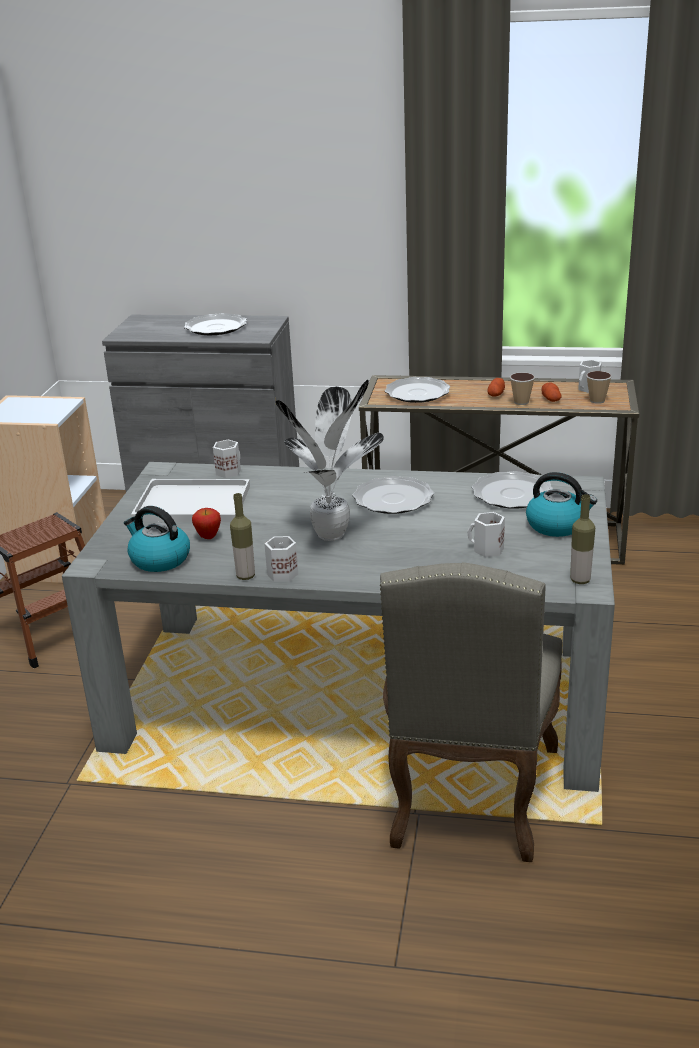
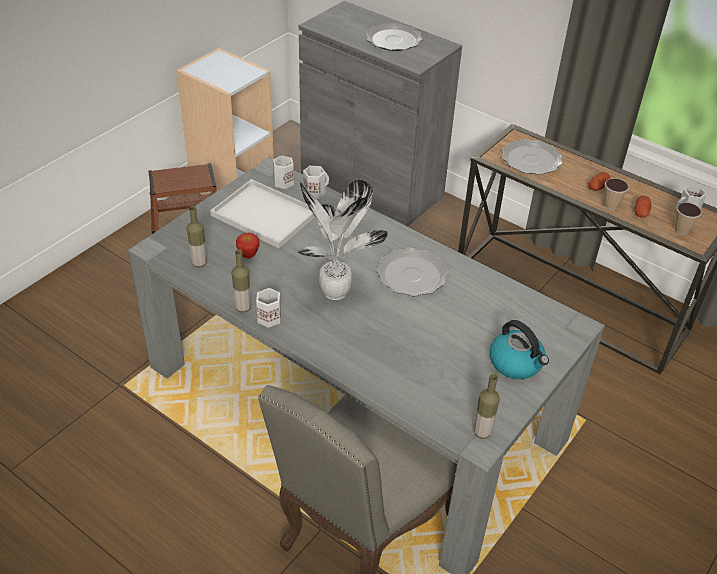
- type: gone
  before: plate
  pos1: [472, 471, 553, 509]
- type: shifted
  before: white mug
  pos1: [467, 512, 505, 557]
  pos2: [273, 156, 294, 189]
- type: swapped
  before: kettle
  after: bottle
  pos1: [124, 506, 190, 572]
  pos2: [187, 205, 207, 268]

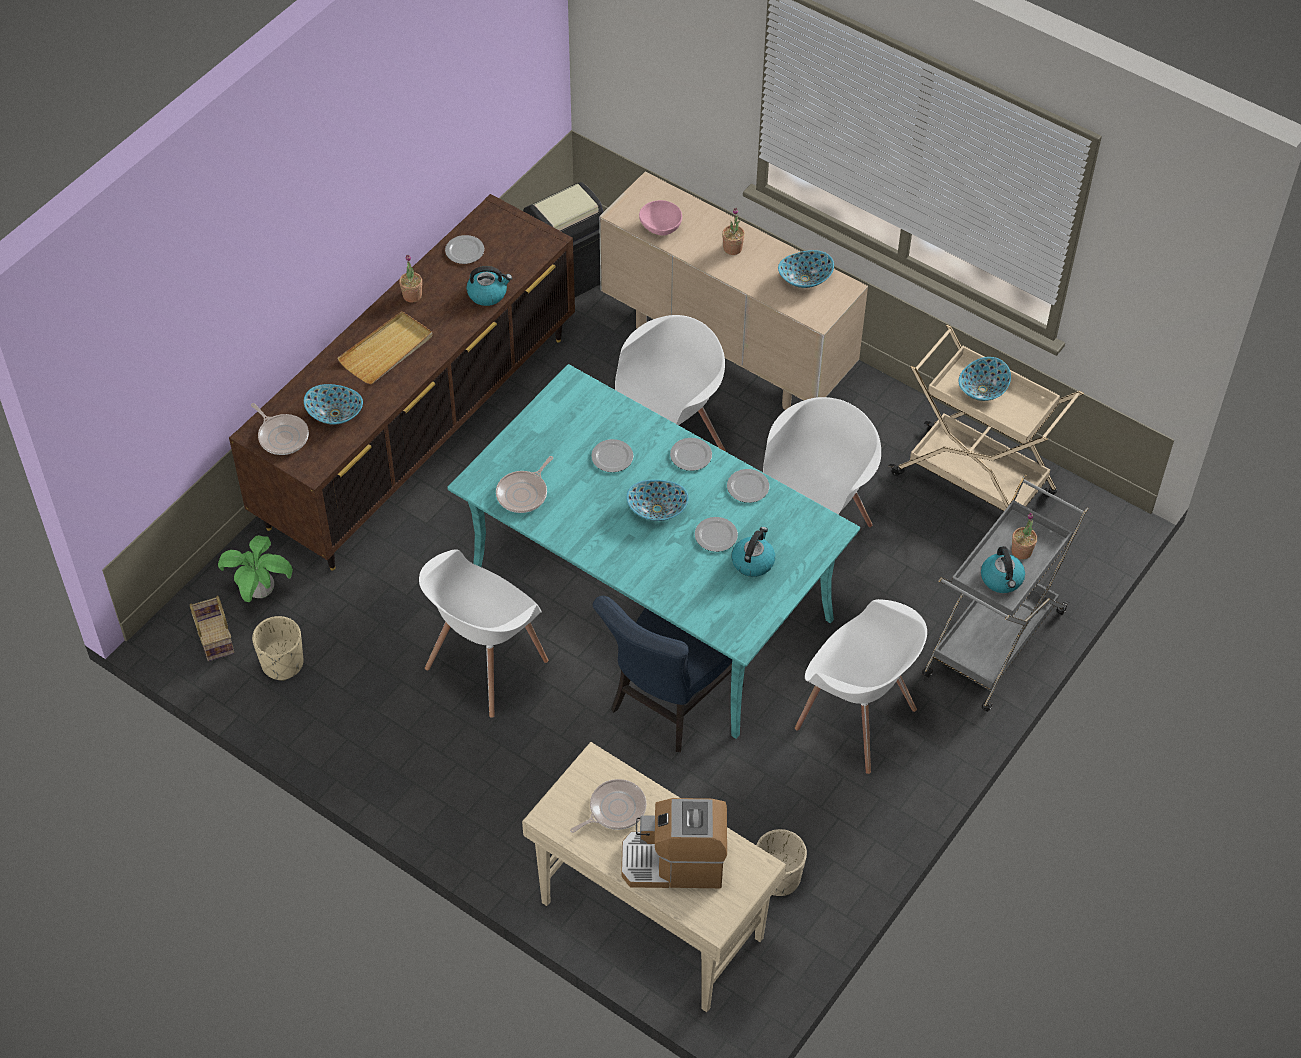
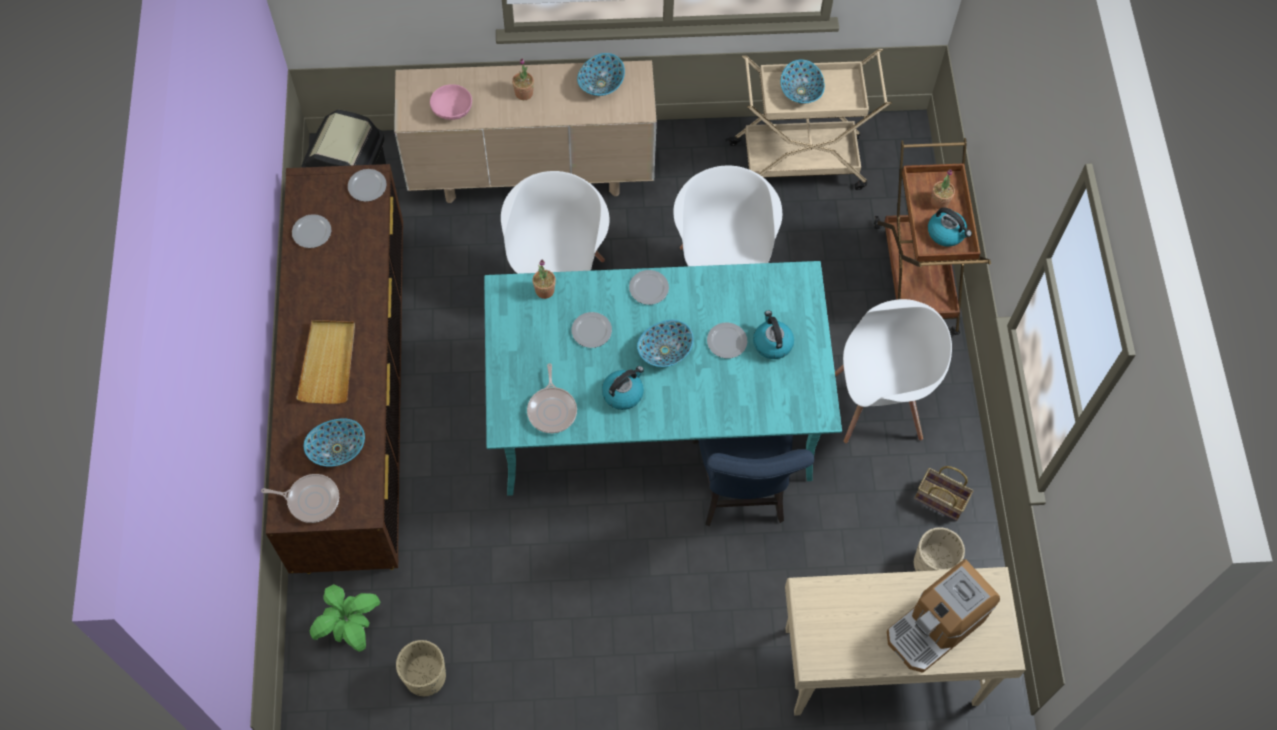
- type: gone
  before: white chair
  pos1: [419, 549, 548, 718]
- type: gone
  before: frying pan
  pos1: [570, 779, 647, 833]
- type: shifted
  before: basket
  pos1: [190, 596, 234, 661]
  pos2: [914, 466, 974, 521]
- type: shifted
  before: potted plant
  pos1: [399, 255, 422, 303]
  pos2: [532, 260, 556, 299]
- type: shifted
  before: kettle
  pos1: [466, 266, 512, 306]
  pos2: [602, 366, 644, 410]
- type: shifted
  before: plate
  pos1: [727, 469, 769, 503]
  pos2: [348, 169, 387, 202]
- type: repainted
  before: grey cart
  after: brown cart
  pos1: [922, 474, 1089, 712]
  pos2: [874, 138, 991, 335]

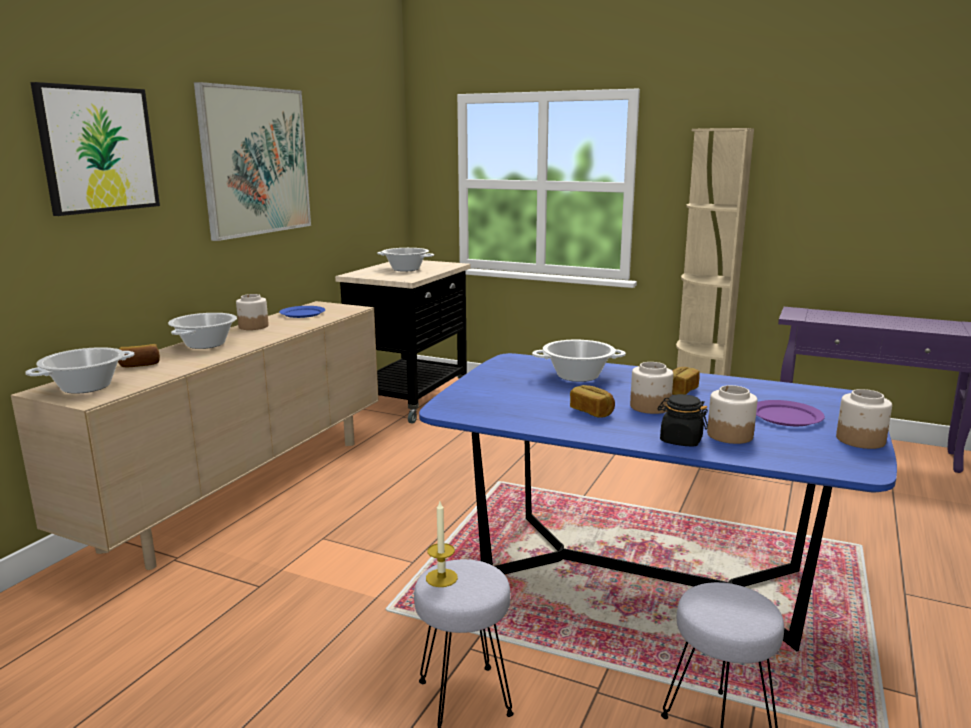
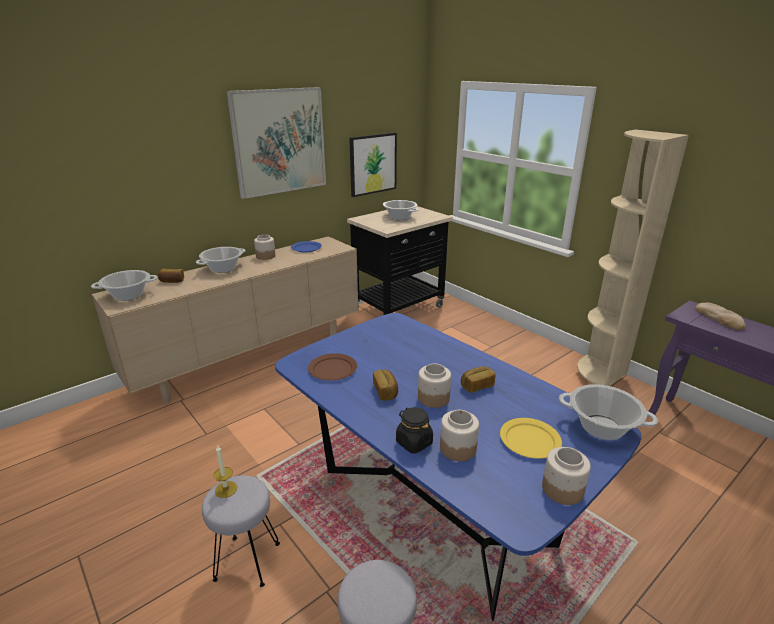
- type: new
  after: brown plate
  pos2: [308, 353, 357, 380]
- type: new
  after: bread
  pos2: [695, 303, 746, 330]
- type: shifted
  before: picture
  pos1: [30, 82, 160, 216]
  pos2: [349, 133, 397, 197]
- type: shifted
  before: cooking pot
  pos1: [532, 340, 626, 382]
  pos2: [559, 384, 658, 440]
- type: repainted
  before: purple plate
  after: yellow plate
  pos1: [756, 400, 825, 426]
  pos2: [500, 418, 562, 459]

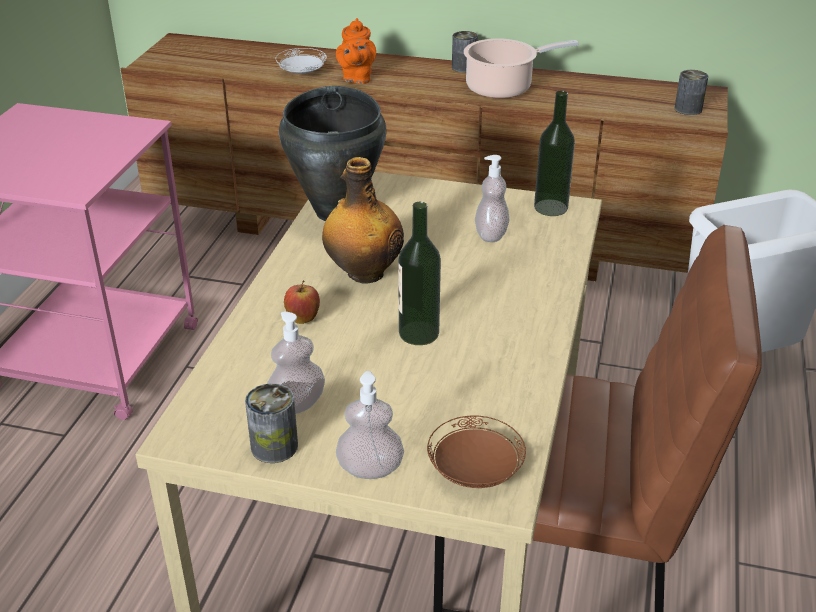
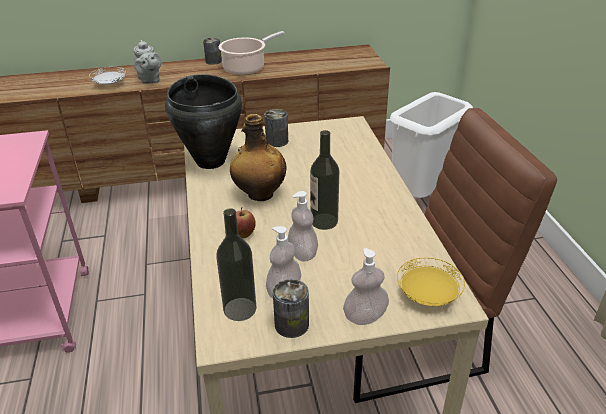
- type: shifted
  before: soap dispenser
  pos1: [475, 155, 509, 242]
  pos2: [288, 191, 318, 262]
- type: shifted
  before: bottle
  pos1: [534, 90, 575, 216]
  pos2: [216, 208, 257, 321]
- type: shifted
  before: can
  pos1: [675, 70, 708, 115]
  pos2: [264, 109, 288, 147]
- type: repainted
  before: orange teapot
  after: grey teapot
  pos1: [336, 18, 376, 84]
  pos2: [133, 40, 161, 84]
- type: repainted
  before: brown plate
  after: yellow plate
  pos1: [427, 415, 526, 488]
  pos2: [397, 258, 465, 306]

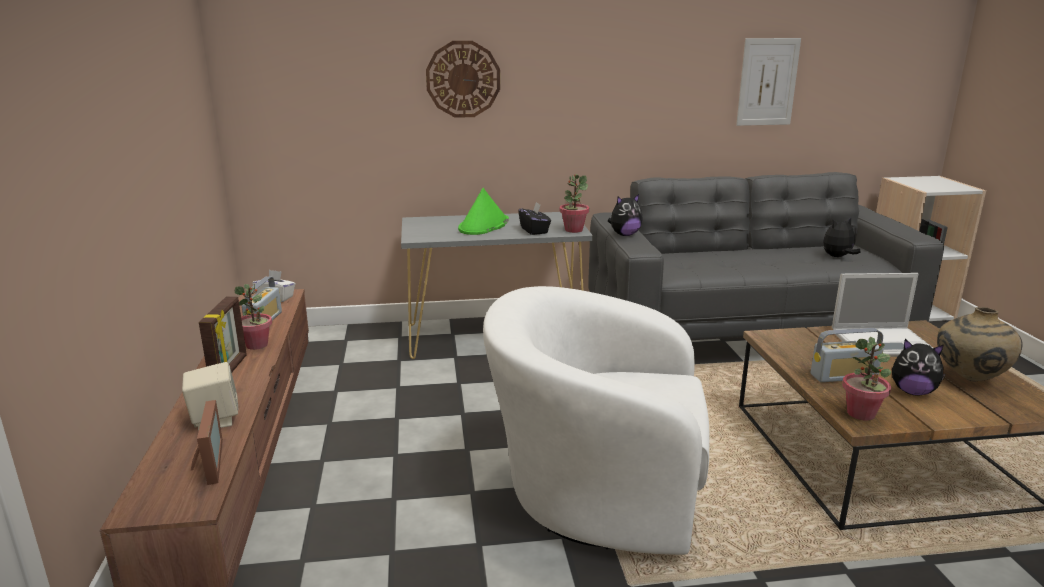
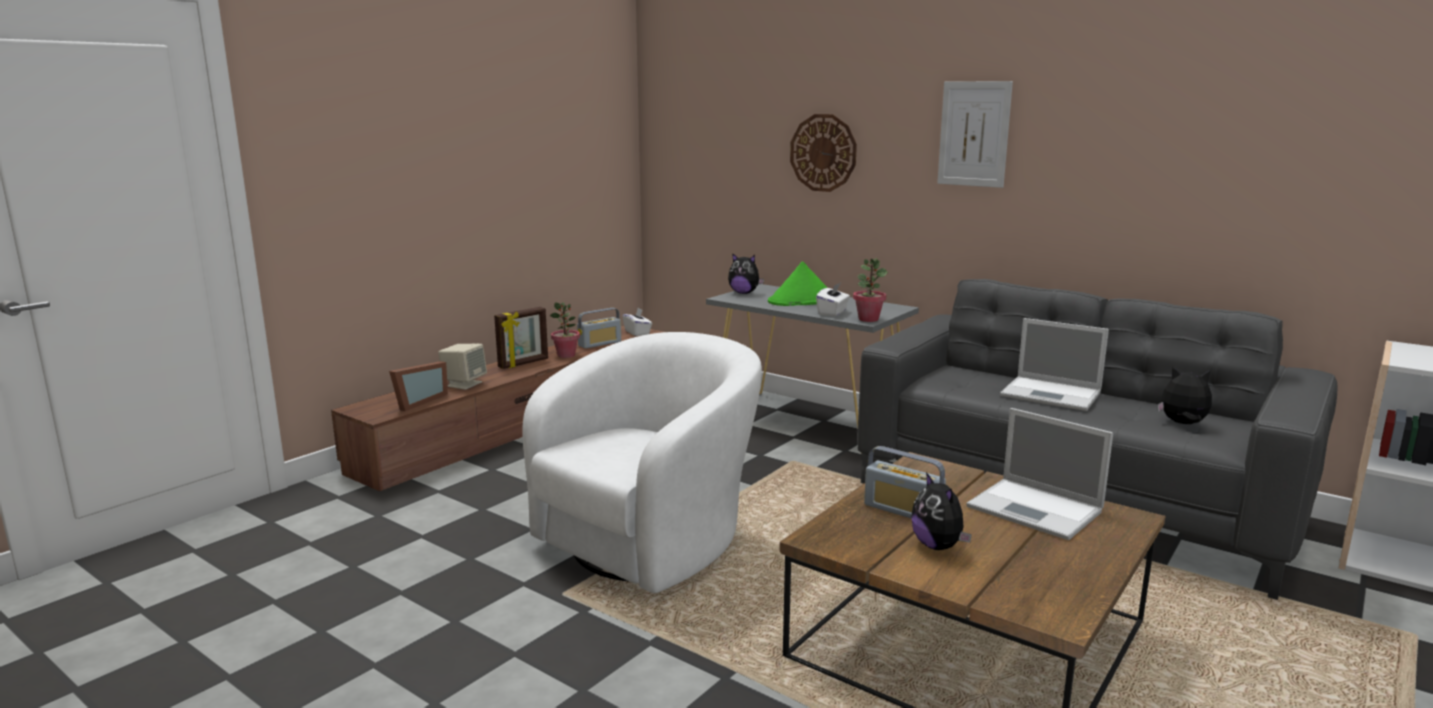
- type: gone
  before: potted plant
  pos1: [842, 337, 891, 420]
- type: gone
  before: beige vase
  pos1: [937, 307, 1023, 382]
- type: new
  after: laptop
  pos2: [1000, 318, 1109, 411]
- type: shifted
  before: plush toy
  pos1: [608, 194, 643, 236]
  pos2: [728, 253, 764, 294]
- type: shifted
  before: picture
  pos1: [736, 38, 801, 126]
  pos2: [937, 81, 1013, 188]
- type: repainted
  before: black tissue box
  after: white tissue box
  pos1: [518, 202, 551, 235]
  pos2: [816, 283, 850, 316]
- type: rotated
  before: white armchair
  pos1: [483, 286, 710, 555]
  pos2: [522, 332, 762, 593]
  turn: 75

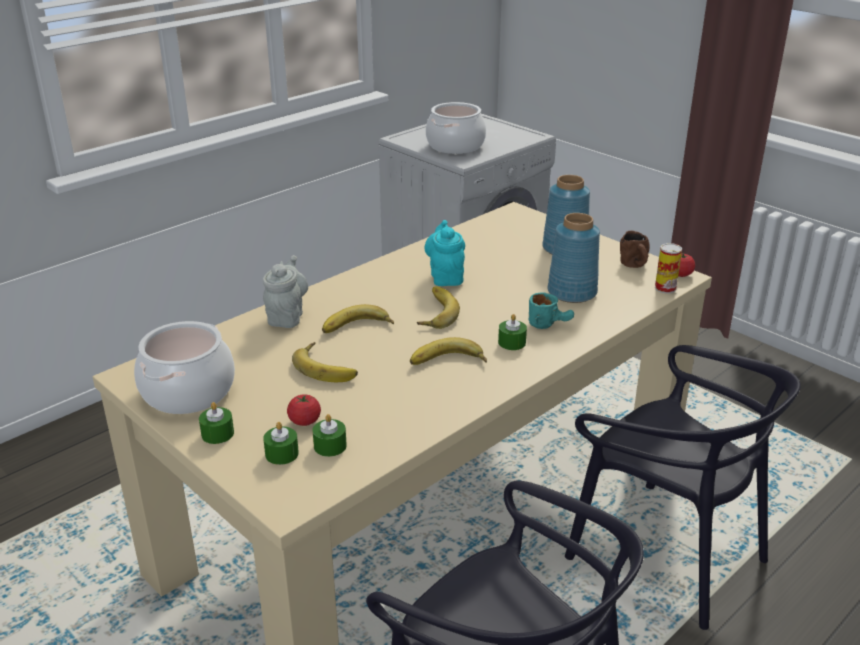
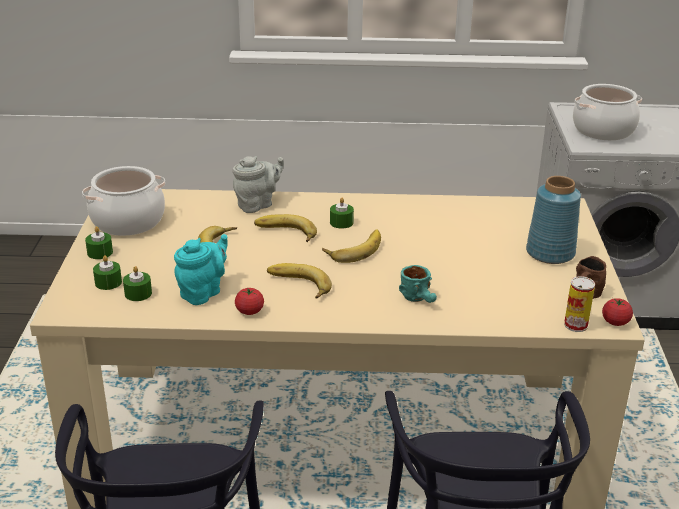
- type: gone
  before: blue vase
  pos1: [548, 213, 600, 303]
- type: shifted
  before: tomato
  pos1: [287, 394, 321, 426]
  pos2: [235, 288, 264, 315]
- type: shifted
  before: turquoise teapot
  pos1: [424, 220, 465, 286]
  pos2: [174, 234, 228, 305]
- type: shifted
  before: green candle
  pos1: [498, 314, 527, 350]
  pos2: [330, 197, 354, 229]

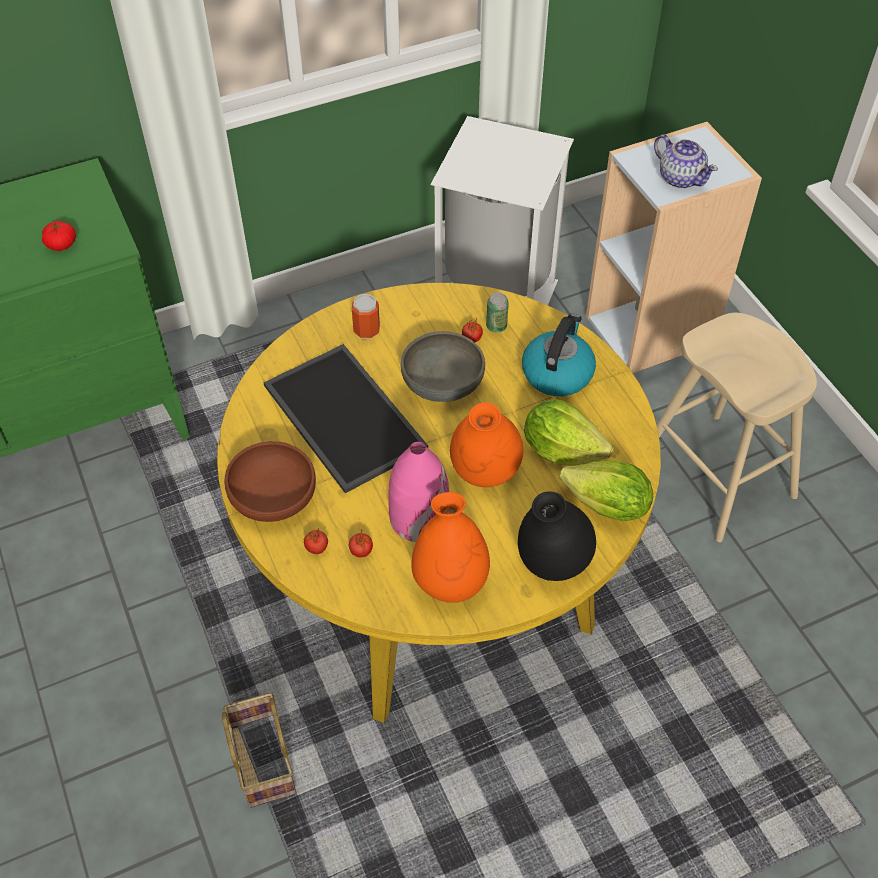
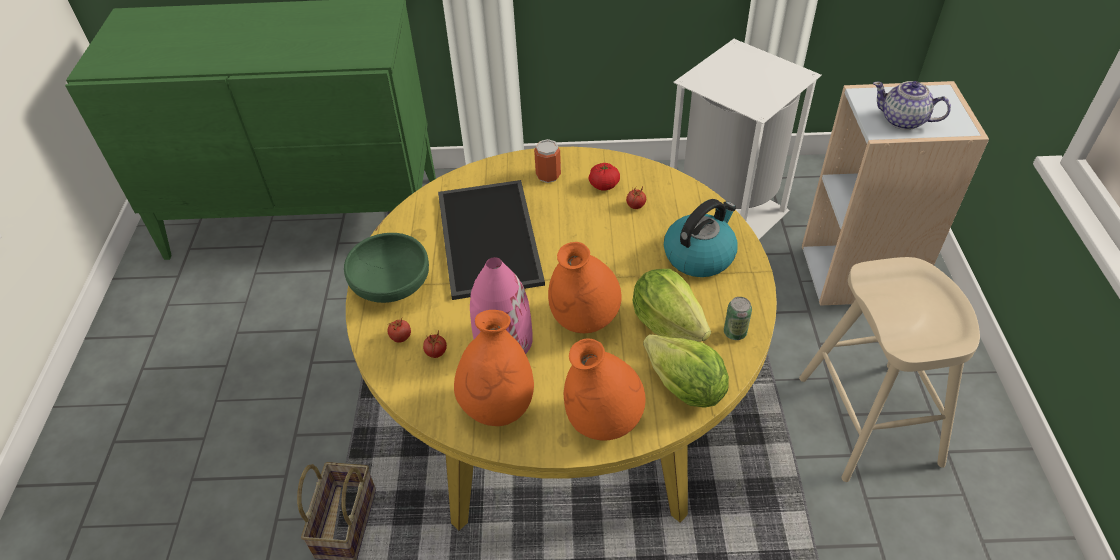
- type: gone
  before: grey bowl
  pos1: [401, 331, 485, 402]
- type: shifted
  before: tomato
  pos1: [42, 221, 76, 251]
  pos2: [589, 163, 620, 190]
- type: shifted
  before: can
  pos1: [486, 292, 509, 333]
  pos2: [724, 297, 752, 340]
- type: repainted
  before: brown bowl
  after: green bowl
  pos1: [224, 441, 316, 522]
  pos2: [344, 233, 429, 303]
- type: repainted
  before: black vase
  after: orange vase
  pos1: [518, 491, 596, 581]
  pos2: [564, 338, 646, 441]
- type: rotated
  before: teapot
  pos1: [654, 134, 718, 189]
  pos2: [873, 81, 951, 130]
  turn: 135

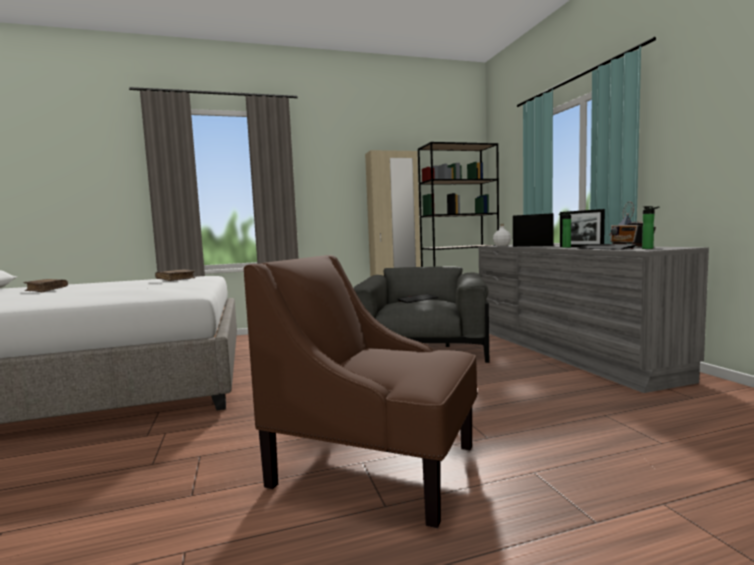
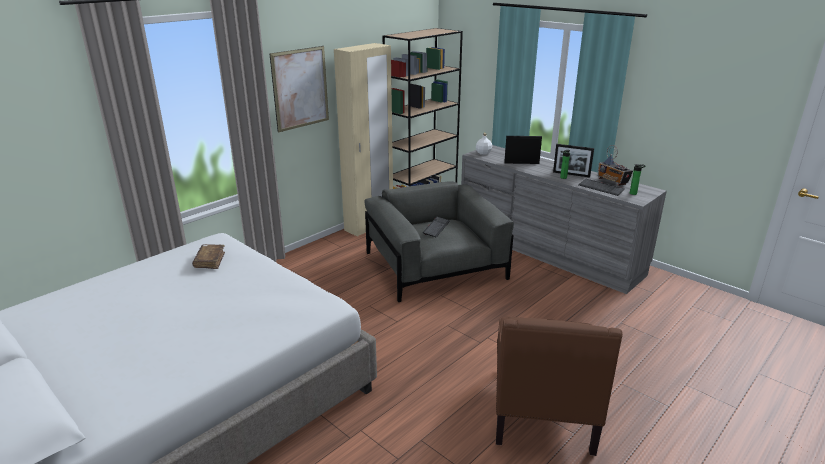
- type: gone
  before: brown book
  pos1: [24, 279, 68, 292]
- type: new
  after: picture
  pos2: [270, 46, 329, 133]
- type: rotated
  before: brown armchair
  pos1: [244, 255, 478, 529]
  pos2: [496, 317, 623, 456]
  turn: -75

